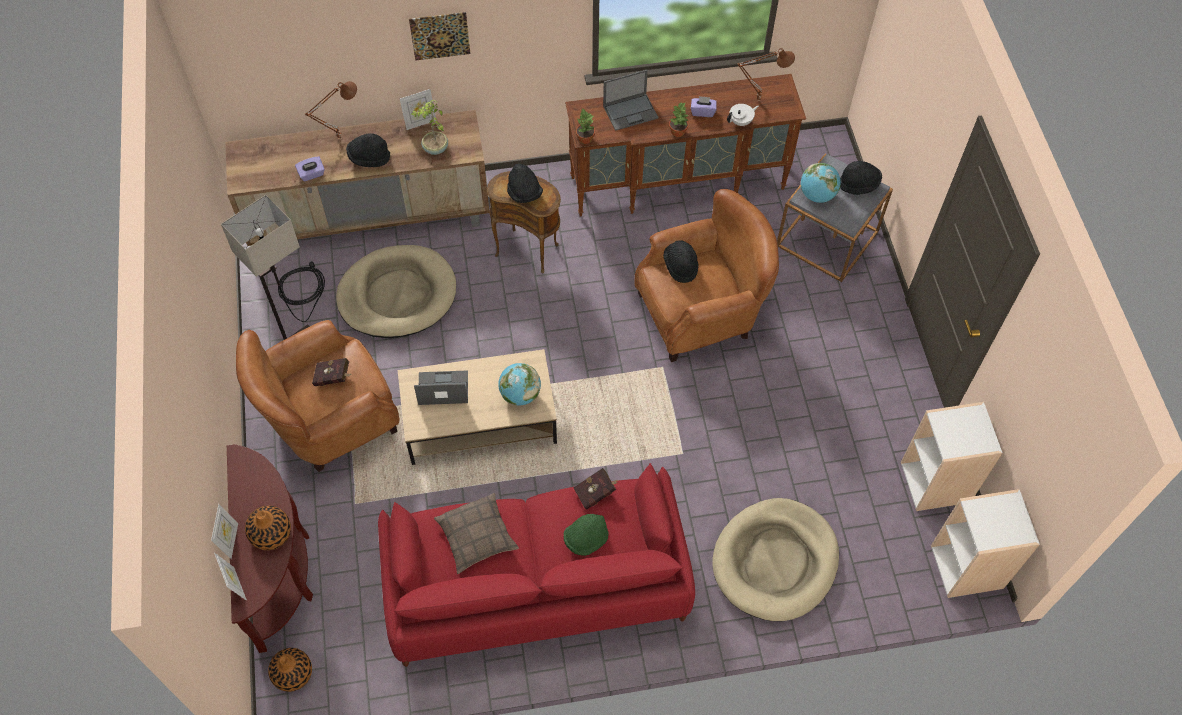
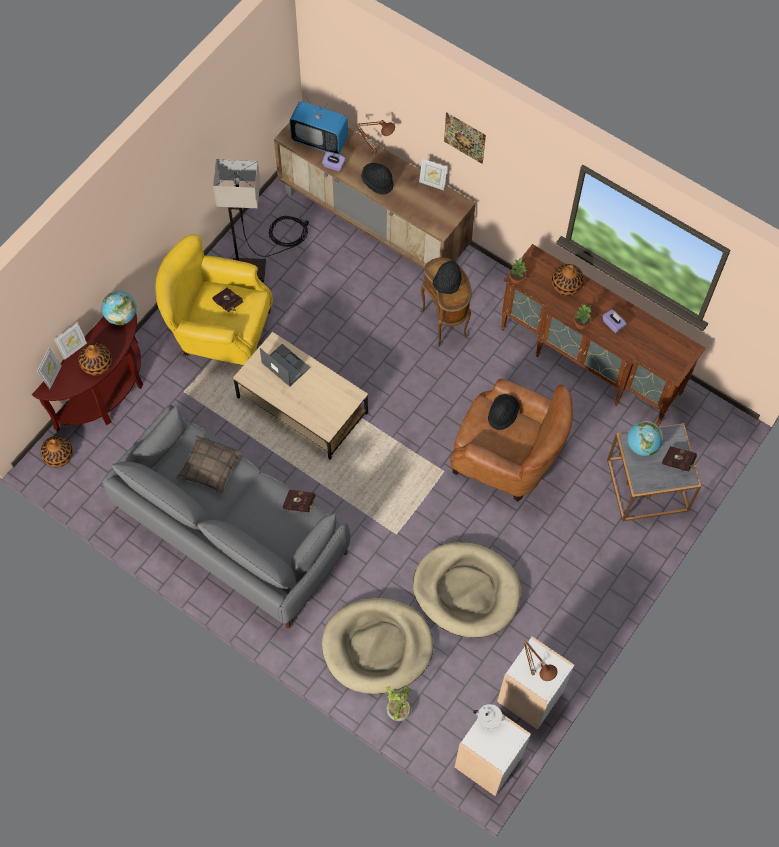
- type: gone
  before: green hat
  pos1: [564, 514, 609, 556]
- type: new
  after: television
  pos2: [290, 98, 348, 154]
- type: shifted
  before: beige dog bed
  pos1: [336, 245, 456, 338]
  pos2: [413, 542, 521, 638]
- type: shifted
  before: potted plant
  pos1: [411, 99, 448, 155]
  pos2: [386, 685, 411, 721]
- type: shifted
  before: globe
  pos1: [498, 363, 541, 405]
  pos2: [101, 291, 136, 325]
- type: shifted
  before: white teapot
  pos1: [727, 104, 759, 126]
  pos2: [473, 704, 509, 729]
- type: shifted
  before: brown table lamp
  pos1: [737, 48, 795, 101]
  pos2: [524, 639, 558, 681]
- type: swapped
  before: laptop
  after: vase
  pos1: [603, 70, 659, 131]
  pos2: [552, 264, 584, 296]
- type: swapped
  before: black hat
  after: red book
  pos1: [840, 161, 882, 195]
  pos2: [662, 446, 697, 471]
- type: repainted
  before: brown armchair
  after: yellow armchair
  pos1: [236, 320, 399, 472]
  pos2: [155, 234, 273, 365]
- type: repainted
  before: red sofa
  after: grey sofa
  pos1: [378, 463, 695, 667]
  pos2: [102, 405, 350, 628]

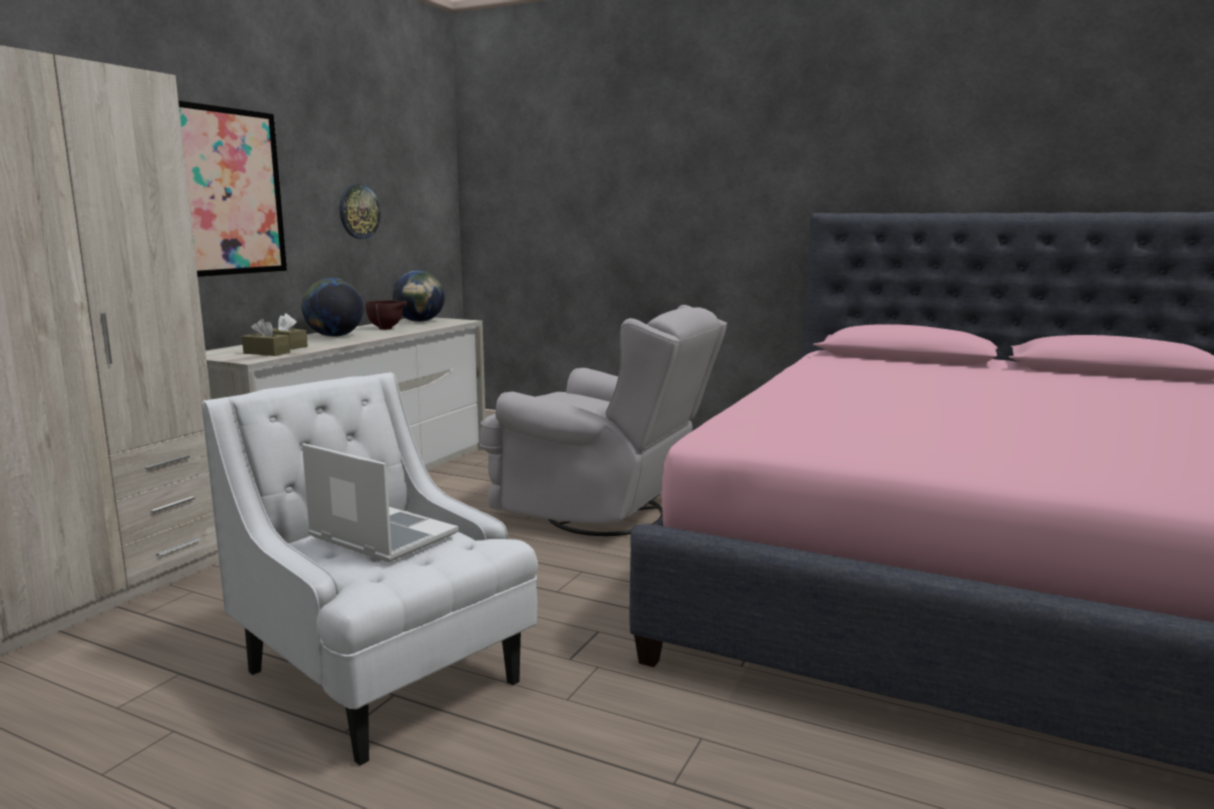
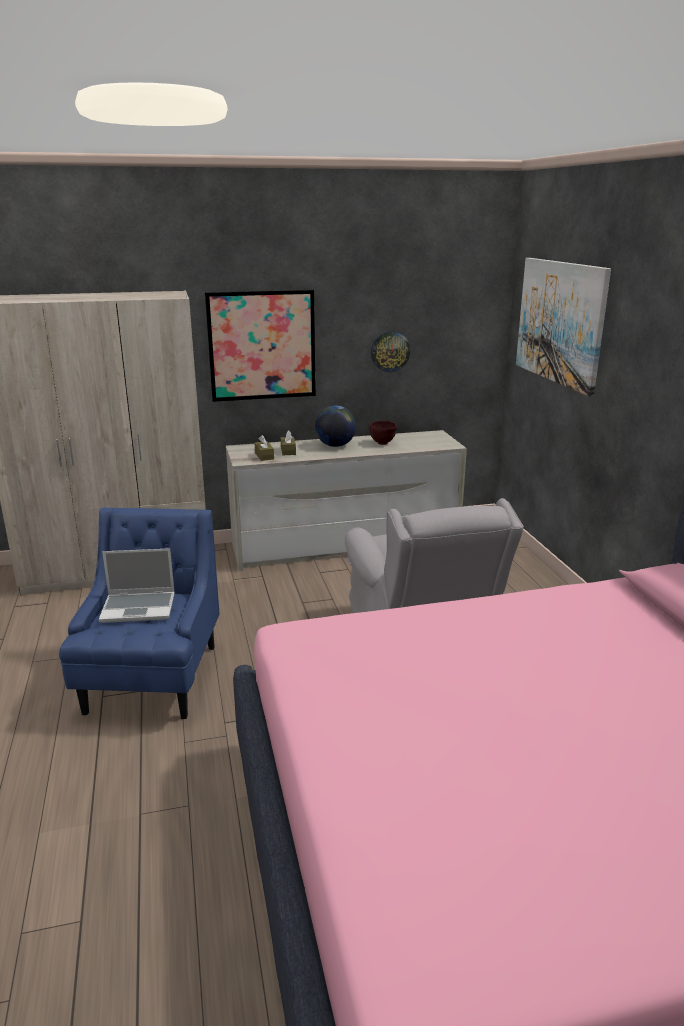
- type: gone
  before: globe
  pos1: [392, 271, 445, 322]
- type: new
  after: picture
  pos2: [516, 258, 611, 396]
- type: repainted
  before: white armchair
  after: blue armchair
  pos1: [202, 372, 538, 766]
  pos2: [59, 508, 220, 719]
- type: rotated
  before: laptop
  pos1: [302, 443, 458, 562]
  pos2: [99, 548, 175, 623]
  turn: 90

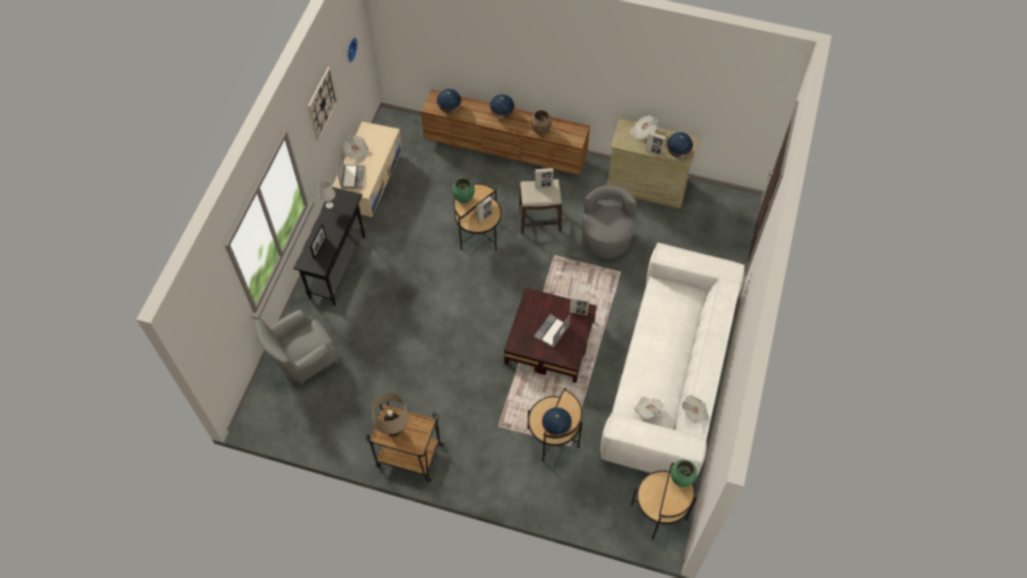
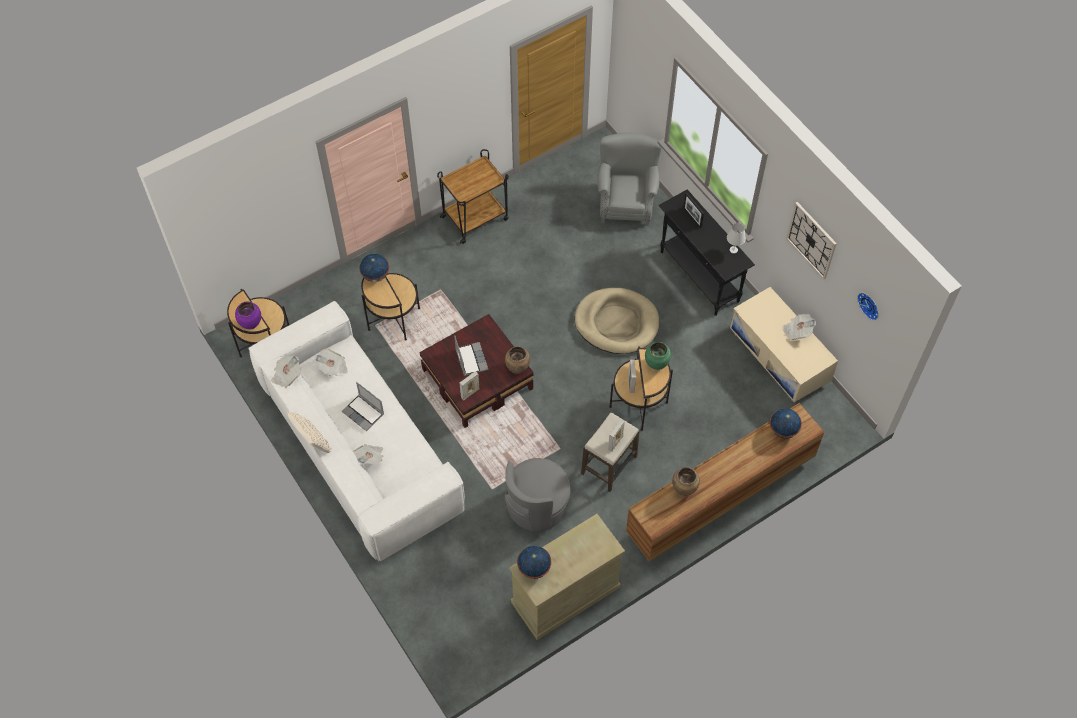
- type: gone
  before: beige table lamp
  pos1: [372, 392, 409, 437]
- type: gone
  before: globe
  pos1: [490, 94, 515, 118]
- type: gone
  before: picture frame
  pos1: [645, 131, 666, 156]
- type: new
  after: beige pillow
  pos2: [288, 412, 331, 453]
- type: new
  after: brown vase
  pos2: [505, 346, 530, 374]
- type: new
  after: beige dog bed
  pos2: [575, 288, 659, 354]
- type: shifted
  before: laptop
  pos1: [338, 152, 365, 188]
  pos2: [342, 382, 384, 431]
- type: shifted
  before: newspaper
  pos1: [629, 115, 658, 140]
  pos2: [353, 444, 383, 465]
- type: repainted
  before: green vase
  after: purple vase
  pos1: [671, 460, 697, 487]
  pos2: [235, 301, 261, 329]
- type: rotated
  before: grey armchair
  pos1: [581, 185, 637, 259]
  pos2: [505, 458, 570, 531]
  turn: 90

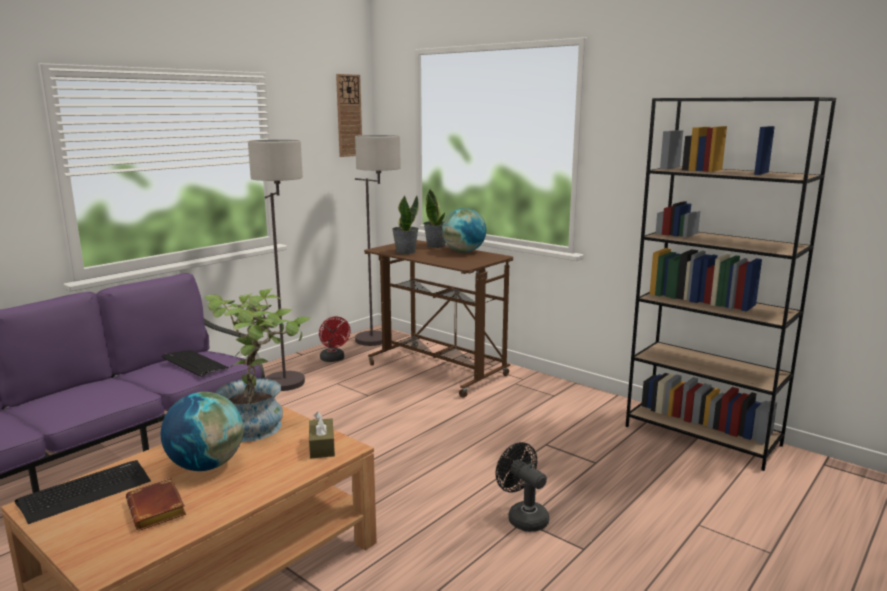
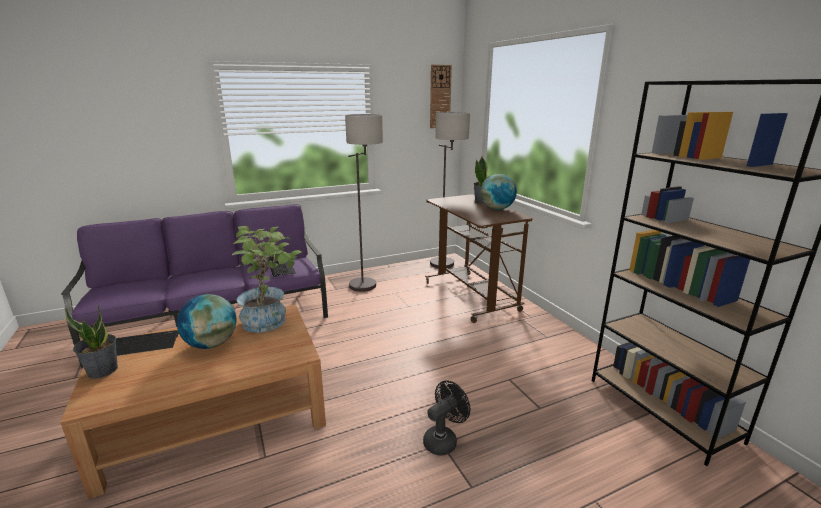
- type: gone
  before: brown book
  pos1: [126, 478, 186, 531]
- type: gone
  before: brown tissue box
  pos1: [309, 412, 335, 458]
- type: gone
  before: red fan
  pos1: [319, 316, 351, 362]
- type: shifted
  before: potted plant
  pos1: [392, 195, 419, 255]
  pos2: [65, 305, 118, 379]
- type: rotated
  before: black fan
  pos1: [496, 442, 549, 532]
  pos2: [423, 381, 470, 456]
  turn: 60

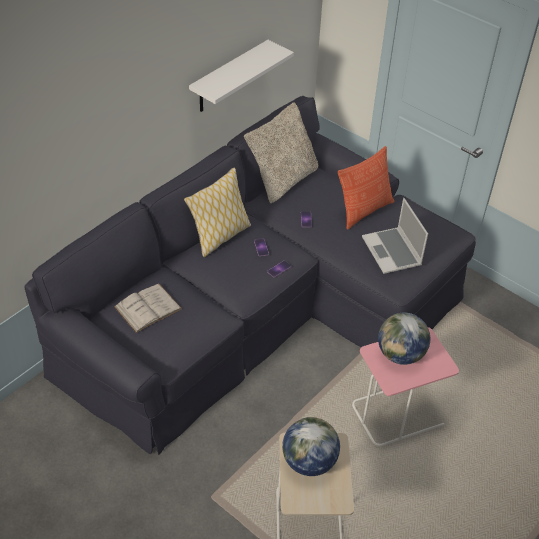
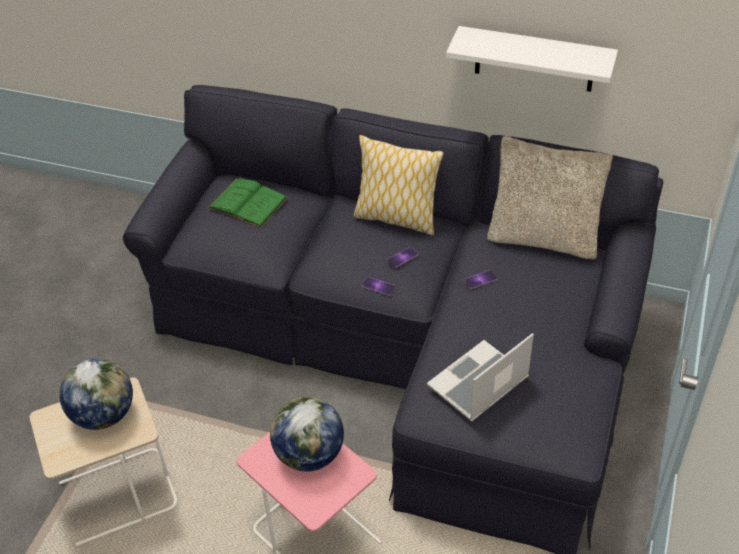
- type: gone
  before: orange pillow
  pos1: [338, 146, 394, 230]
- type: repainted
  before: white book
  after: green book
  pos1: [114, 284, 182, 333]
  pos2: [208, 178, 288, 228]

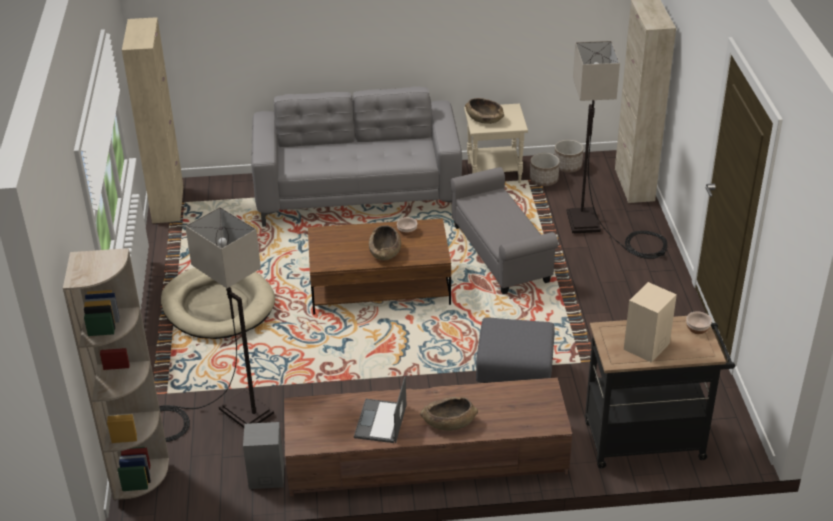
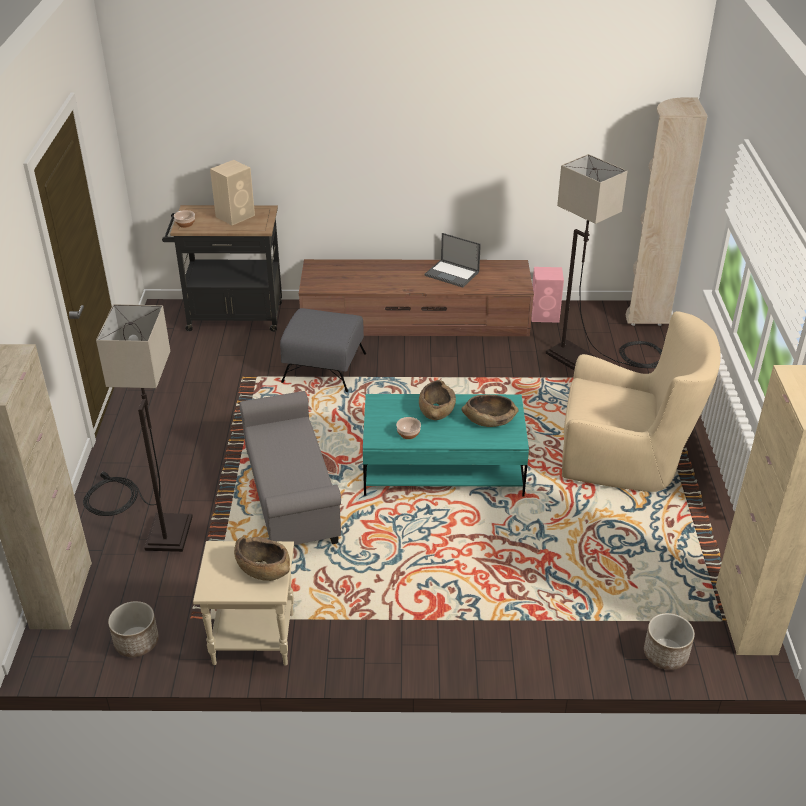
- type: gone
  before: grey sofa
  pos1: [251, 86, 462, 227]
- type: shifted
  before: brown bowl
  pos1: [420, 397, 478, 431]
  pos2: [461, 395, 519, 427]
- type: shifted
  before: planter
  pos1: [530, 153, 560, 186]
  pos2: [644, 613, 695, 670]
- type: swapped
  before: beige dog bed
  after: beige armchair
  pos1: [161, 268, 275, 339]
  pos2: [562, 311, 721, 492]
- type: repainted
  before: grey speaker
  after: pink speaker
  pos1: [243, 422, 284, 489]
  pos2: [531, 267, 564, 323]
- type: repainted
  before: brown coffee table
  after: turquoise coffee table
  pos1: [308, 218, 451, 315]
  pos2: [363, 394, 529, 496]
- type: rotated
  before: laptop
  pos1: [354, 376, 406, 443]
  pos2: [424, 233, 481, 288]
  turn: 105

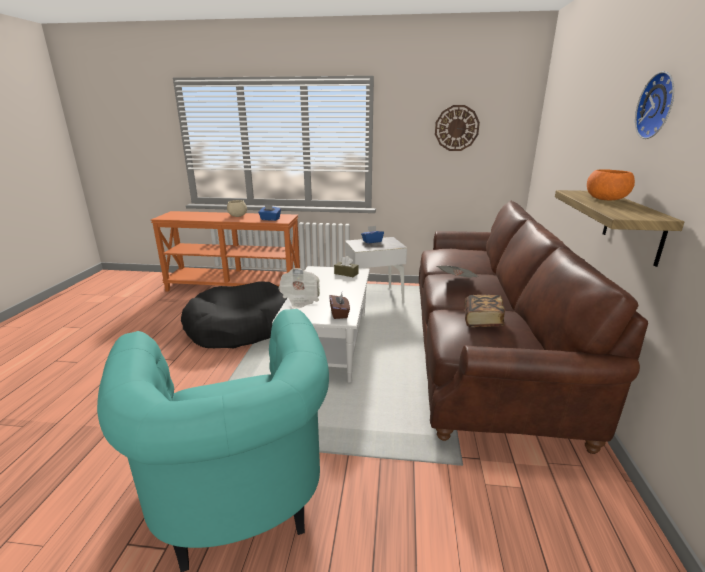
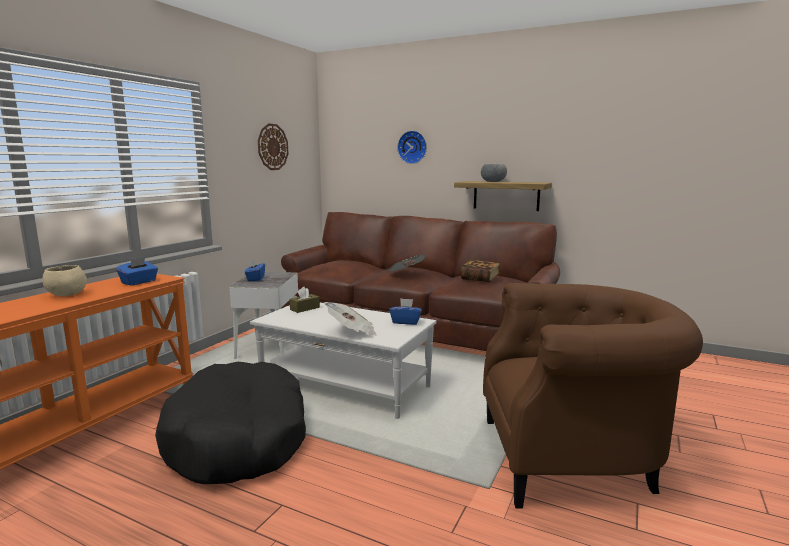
- type: shifted
  before: wall clock
  pos1: [635, 71, 674, 139]
  pos2: [397, 130, 427, 164]
- type: repainted
  before: turquoise armchair
  after: brown armchair
  pos1: [97, 309, 329, 572]
  pos2: [483, 283, 703, 509]
- type: repainted
  before: brown tissue box
  after: blue tissue box
  pos1: [329, 293, 350, 319]
  pos2: [390, 299, 422, 325]
- type: repainted
  before: orange bowl
  after: grey bowl
  pos1: [587, 169, 635, 201]
  pos2: [481, 164, 507, 182]

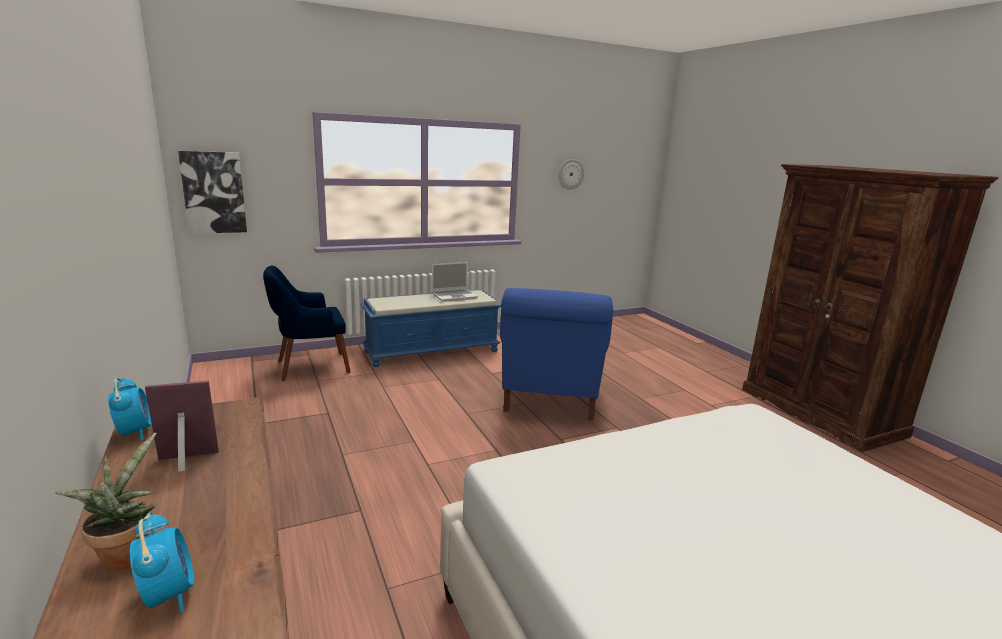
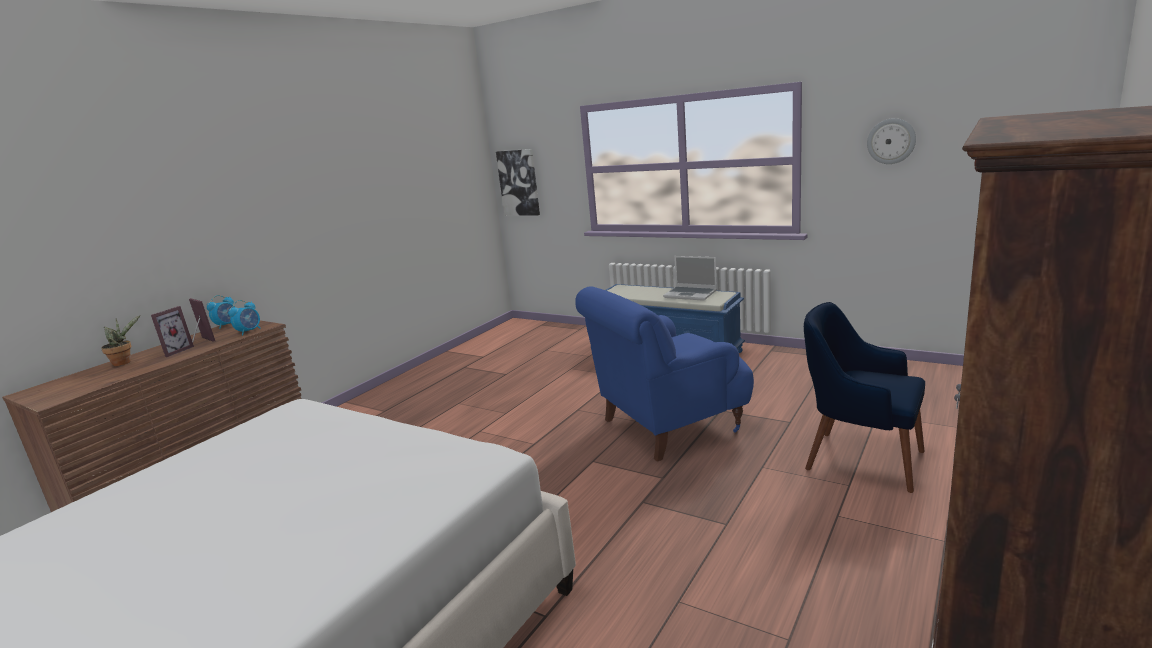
- type: new
  after: picture frame
  pos2: [151, 306, 194, 357]
- type: shifted
  before: alarm clock
  pos1: [130, 513, 194, 612]
  pos2: [228, 300, 261, 336]
- type: shifted
  before: blue armchair
  pos1: [263, 265, 351, 381]
  pos2: [804, 302, 925, 493]

